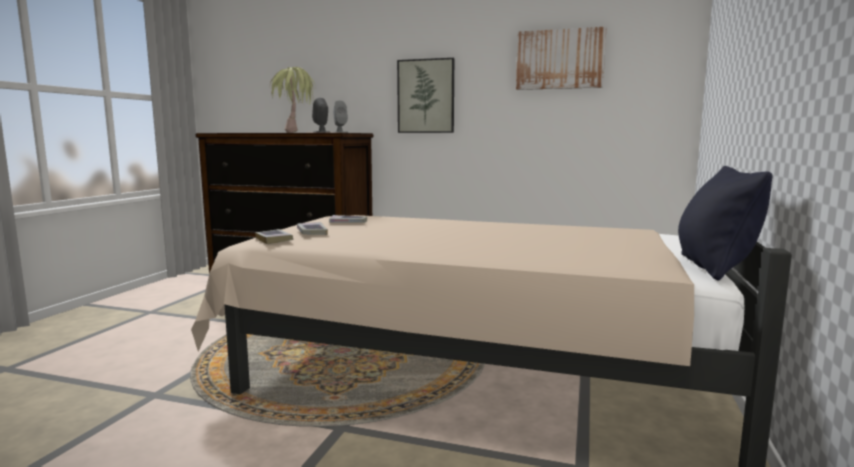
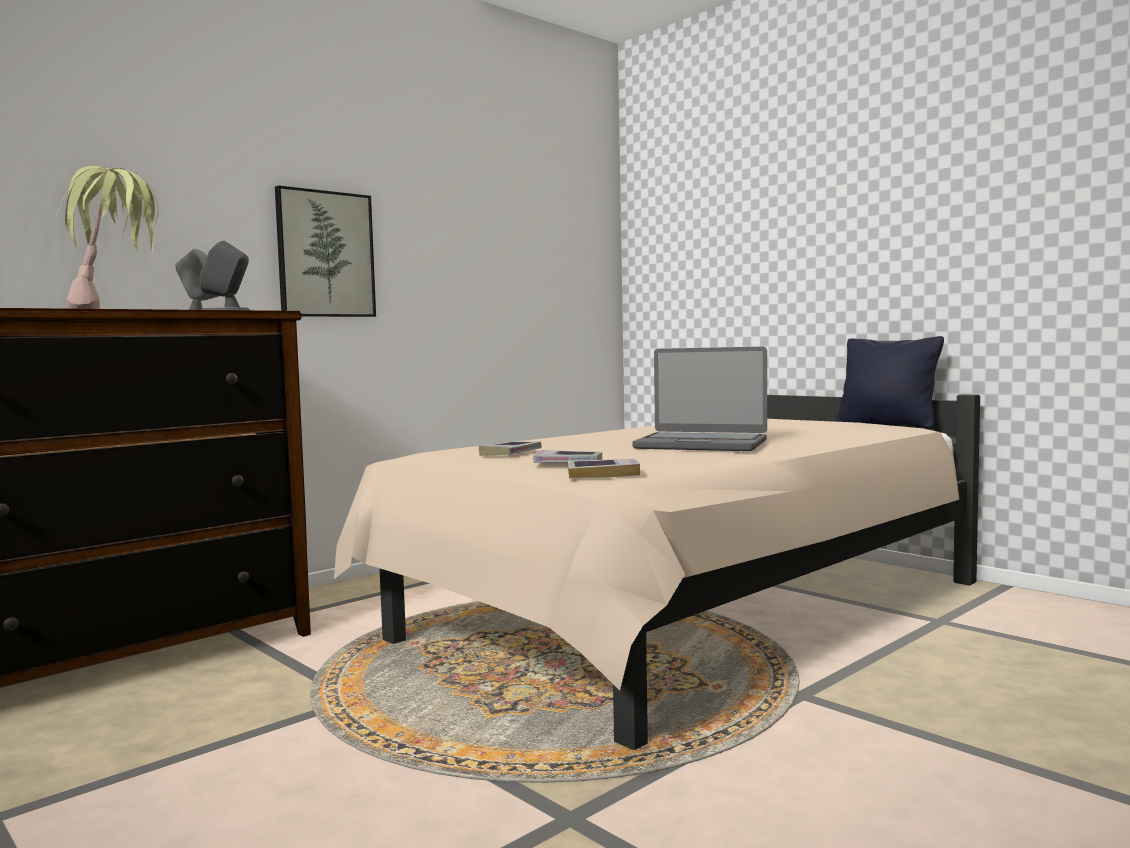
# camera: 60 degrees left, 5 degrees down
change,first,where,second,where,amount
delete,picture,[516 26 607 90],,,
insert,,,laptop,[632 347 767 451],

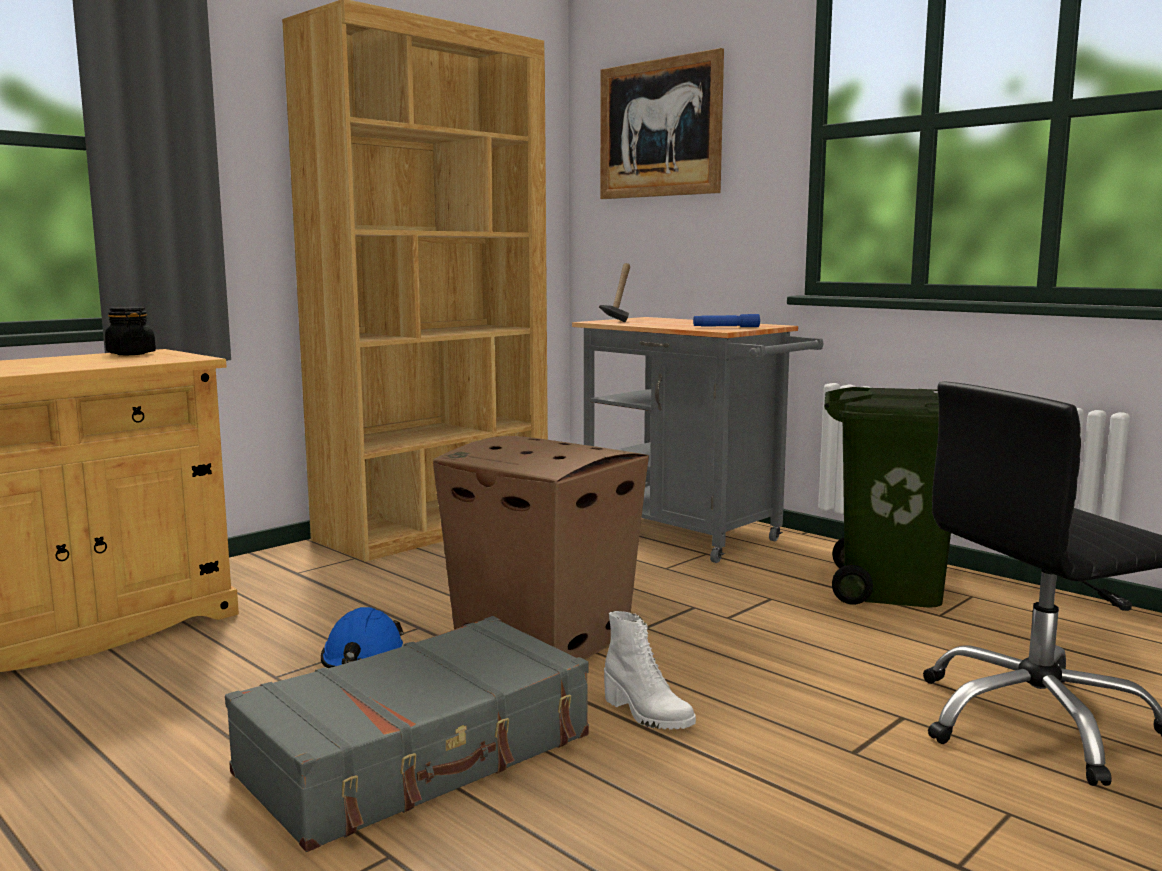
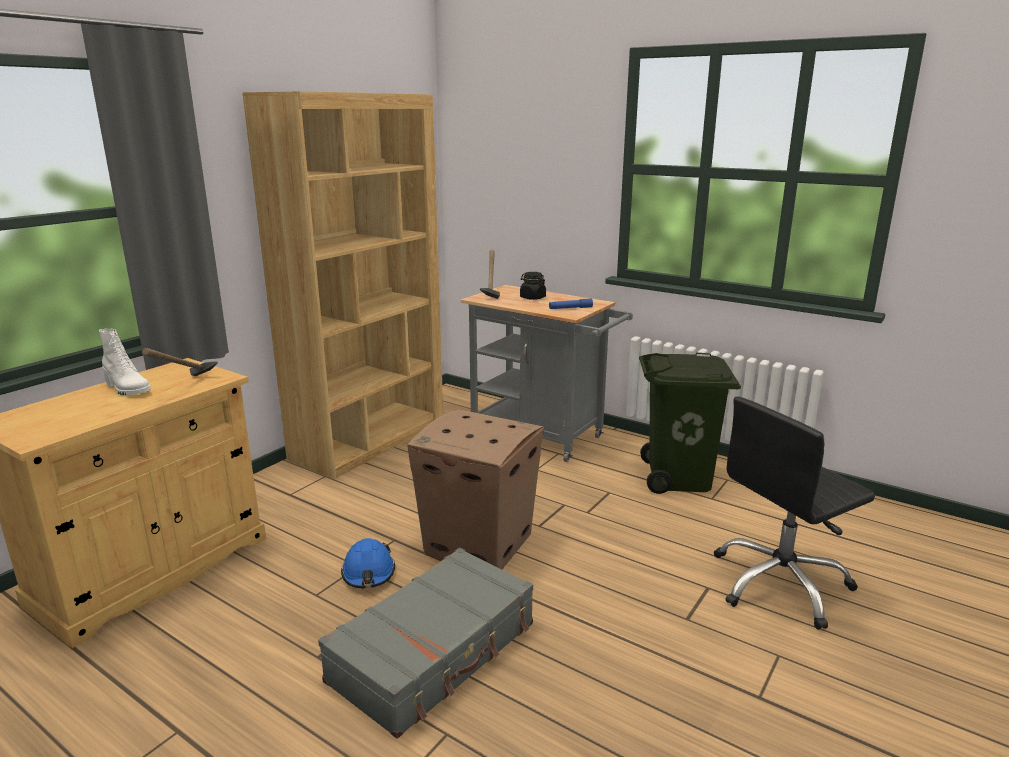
# camera: 10 degrees left, 10 degrees up
change,first,where,second,where,amount
delete,picture,[600 48 724 199],,,
move,jar in black,[105 307 156 355],,[520 272 546 300],
move,boot in white,[604 611 696 729],,[99 328 151 395],
insert,,,hammer,[142 348 218 376],

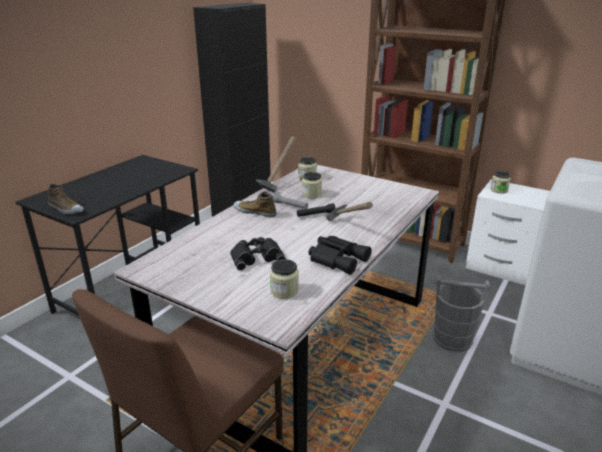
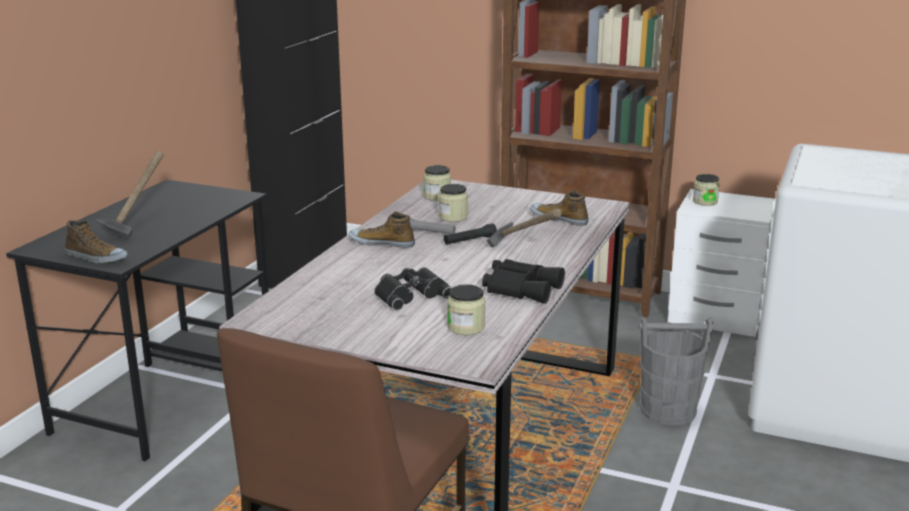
# camera: 10 degrees left, 5 degrees down
change,first,where,second,where,amount
move,hammer,[256 136 296 193],,[97 151 164 238],
insert,,,shoe,[530 190 589 226],

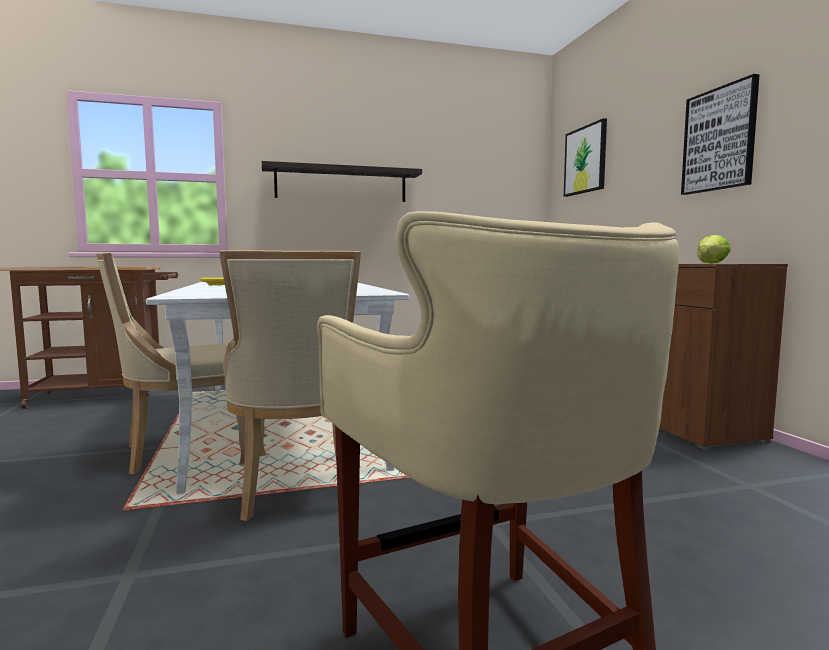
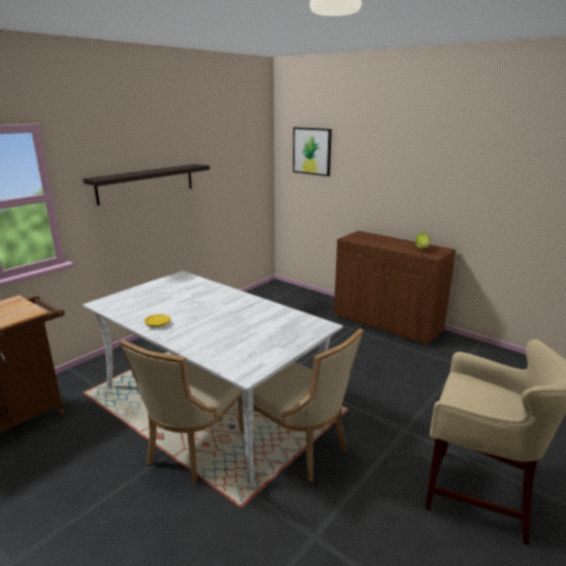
# camera: 35 degrees left, 15 degrees up
change,first,where,second,where,amount
delete,picture,[681 74 760 195],,,

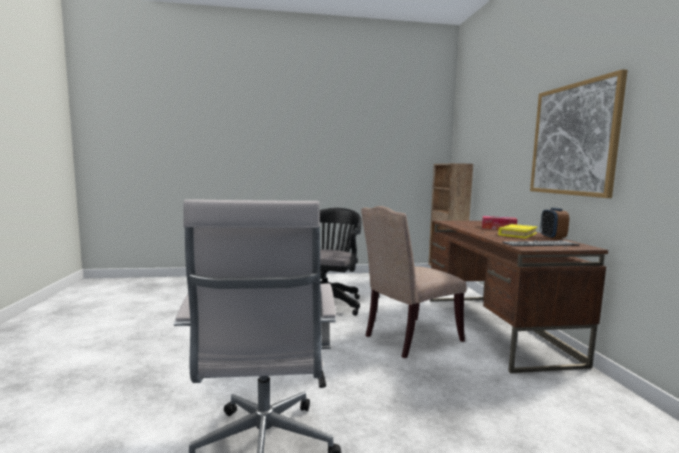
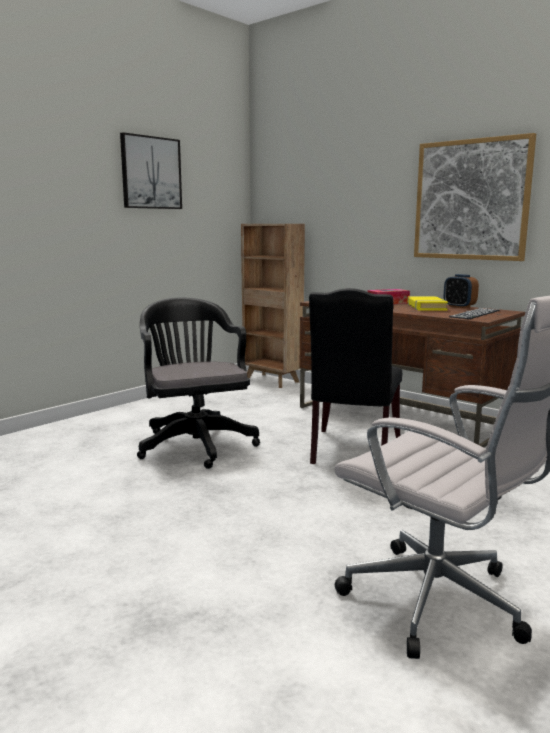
# camera: 40 degrees left, 5 degrees up
change,first,where,second,where,amount
recolor,chair in beige,[361 206 467 358],chair in black,[309 288 402 464],
insert,,,picture,[120 132 182 209],

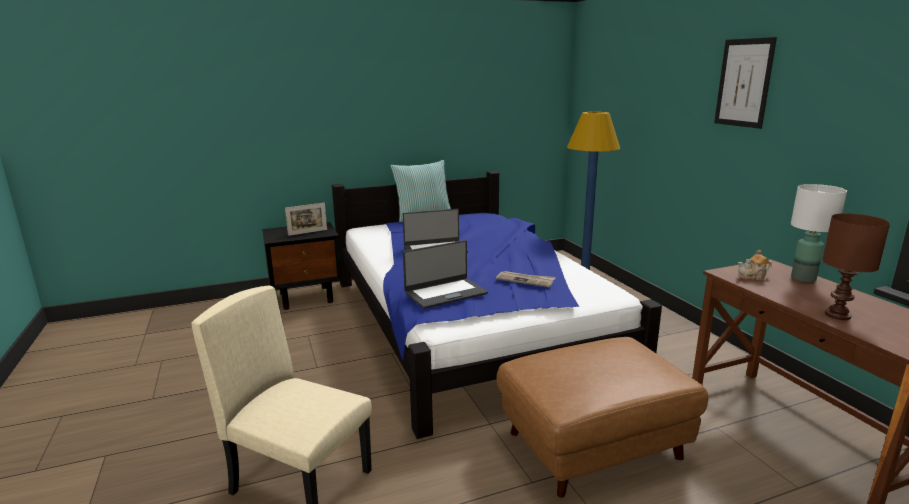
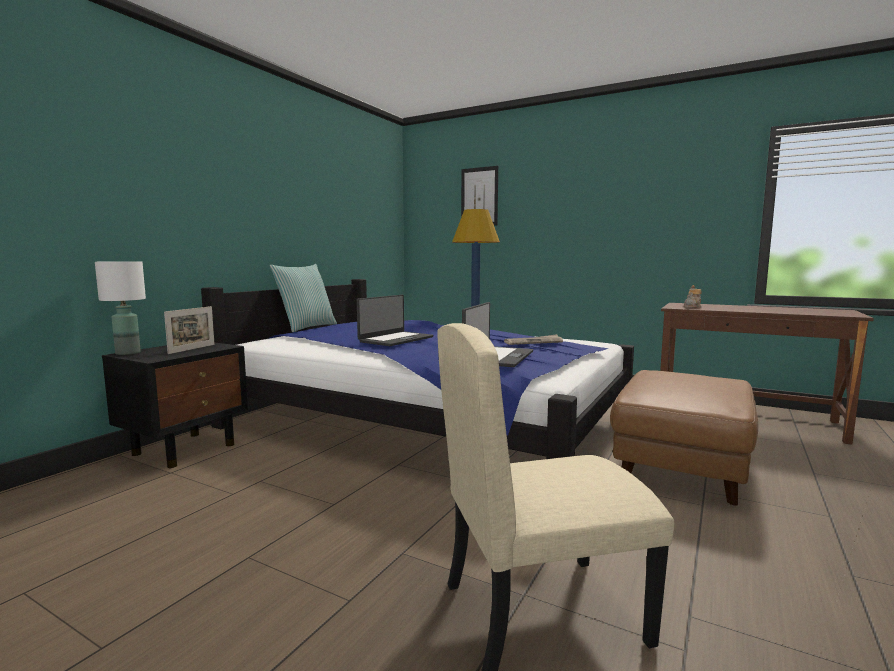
# camera: 40 degrees left, 10 degrees down
change,first,where,second,where,amount
move,picture,[714 37 777 129],,[461 166 498 226],
move,table lamp in white,[791 184 847 283],,[95 261 146 355],
delete,table lamp in brown,[822 213 890 320],,,

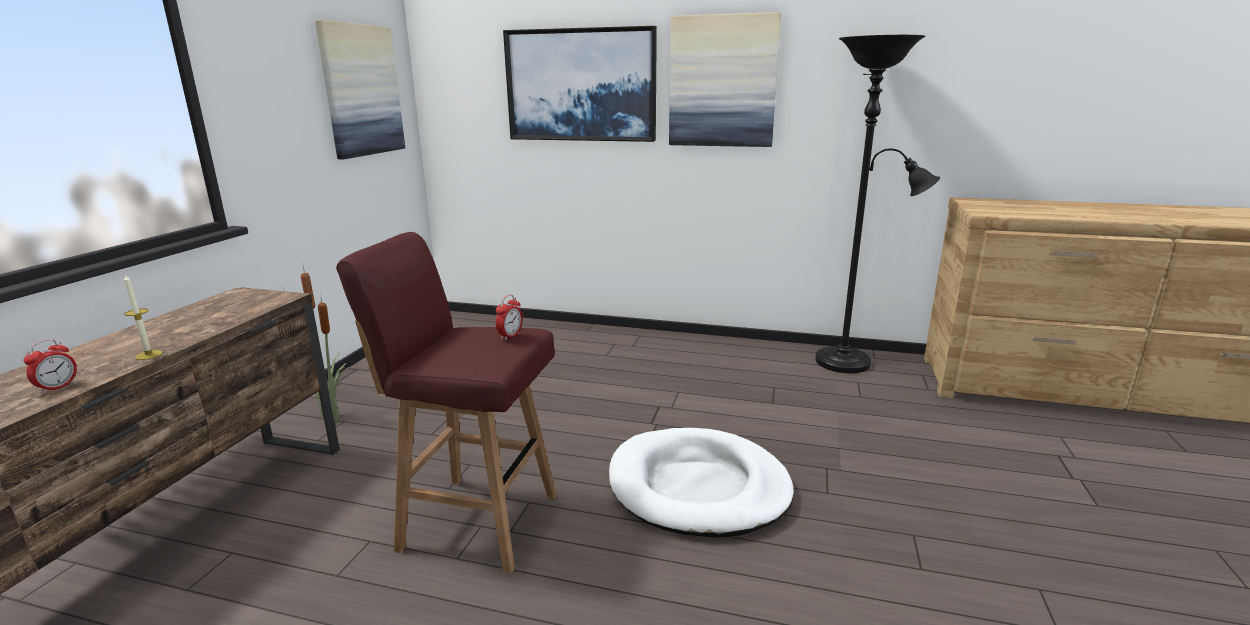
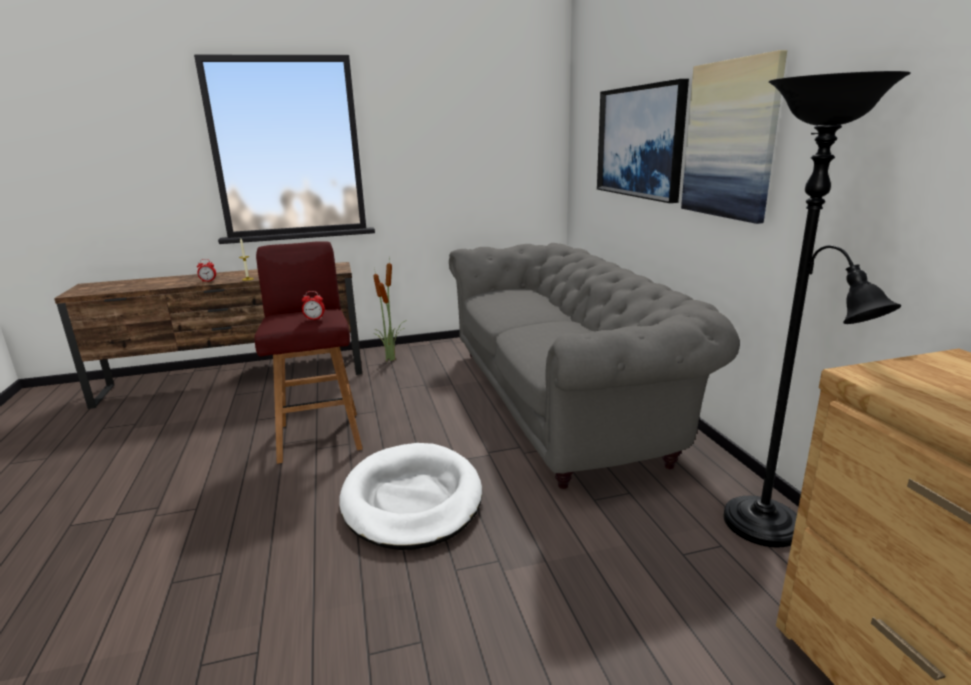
# camera: 60 degrees right, 0 degrees up
change,first,where,second,where,amount
delete,picture,[315 20 405 159],,,
insert,,,sofa in grey,[449 243 740 489],

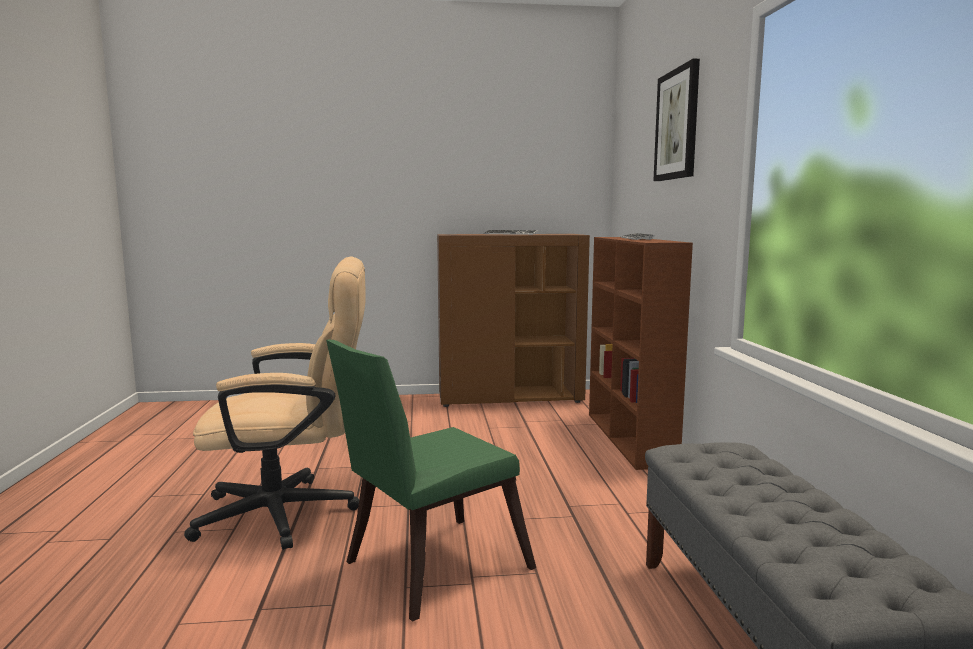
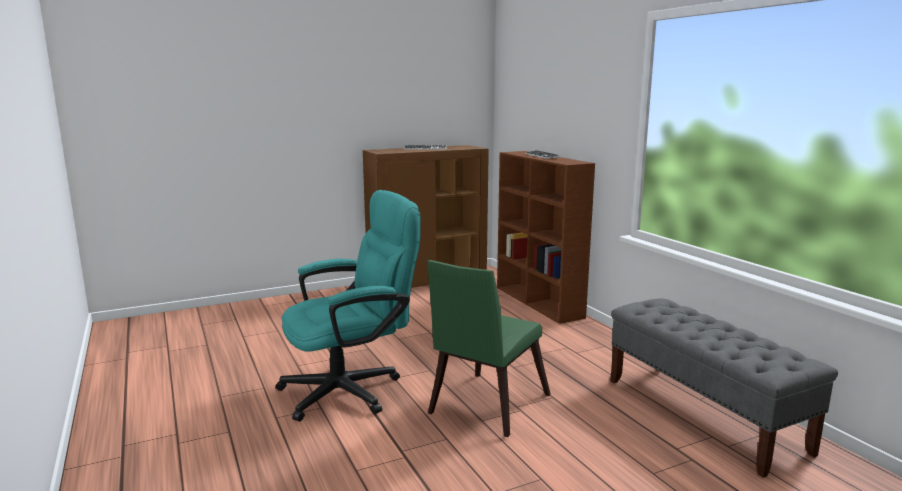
# camera: 20 degrees left, 5 degrees up
change,first,where,second,where,amount
delete,picture,[653 59 700 181],,,
recolor,office chair in beige,[184 256 365 550],office chair in turquoise,[275 190 421 421],

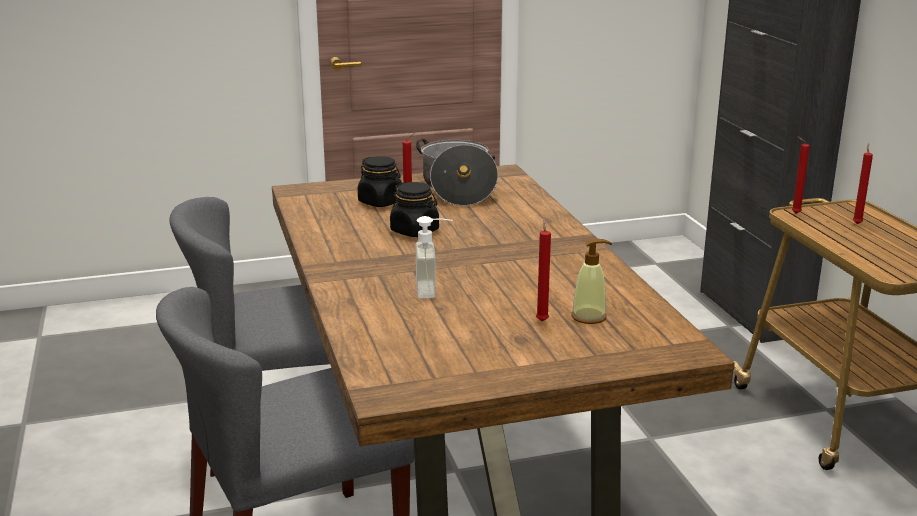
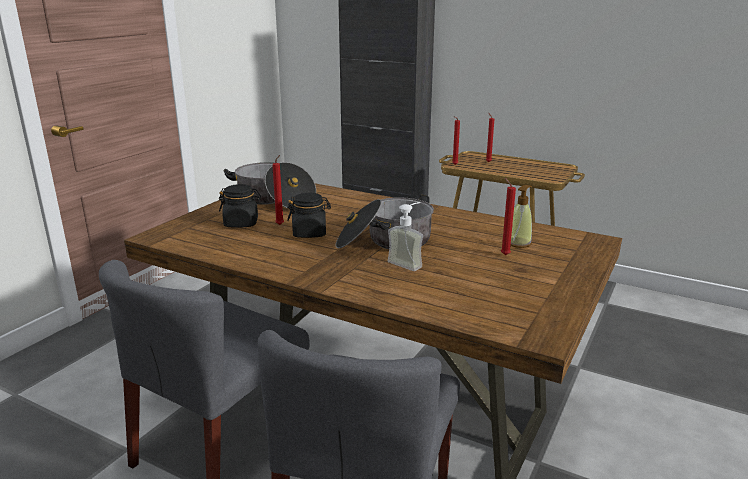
# camera: 45 degrees left, 0 degrees up
change,first,where,second,where,amount
insert,,,cooking pot,[336 194 434 249],

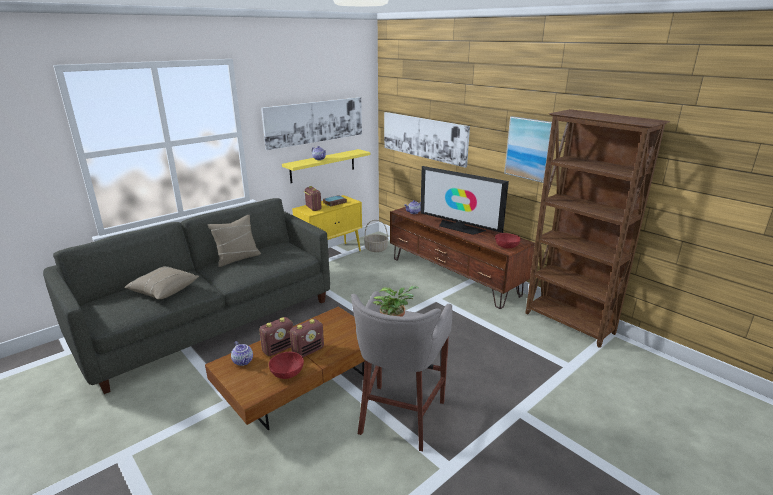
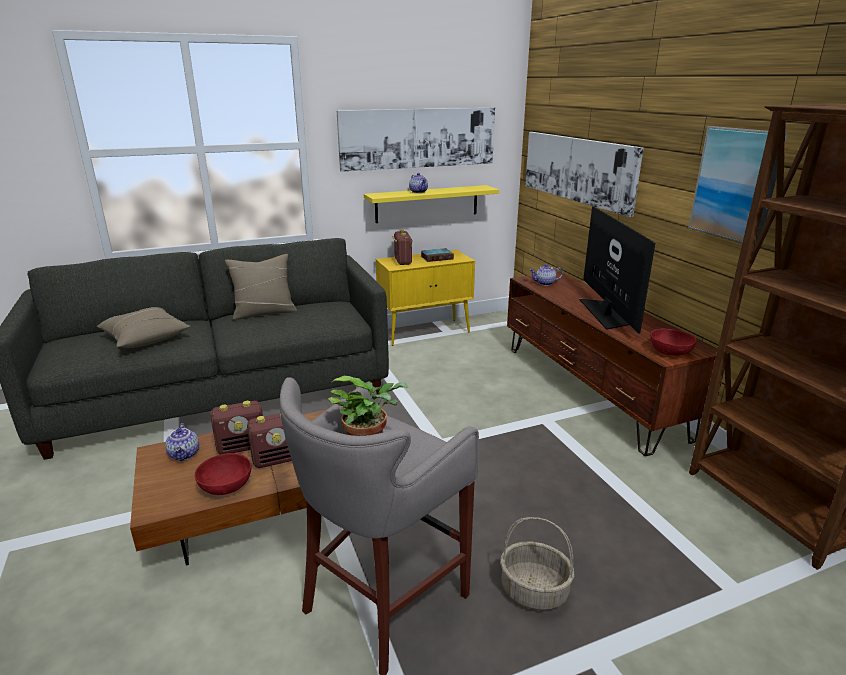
# camera: 20 degrees right, 0 degrees up
change,first,where,second,where,amount
rotate,television,[420 166 509 235],,[579 206 655 334],150 degrees counterclockwise
move,basket,[364 220 388 252],,[500 517 574 610],

